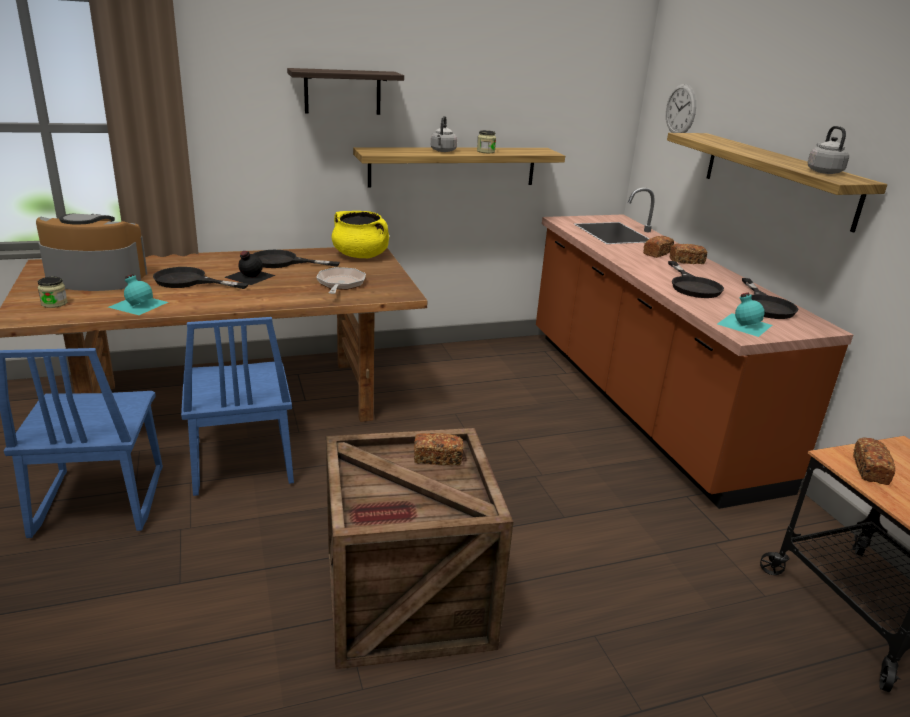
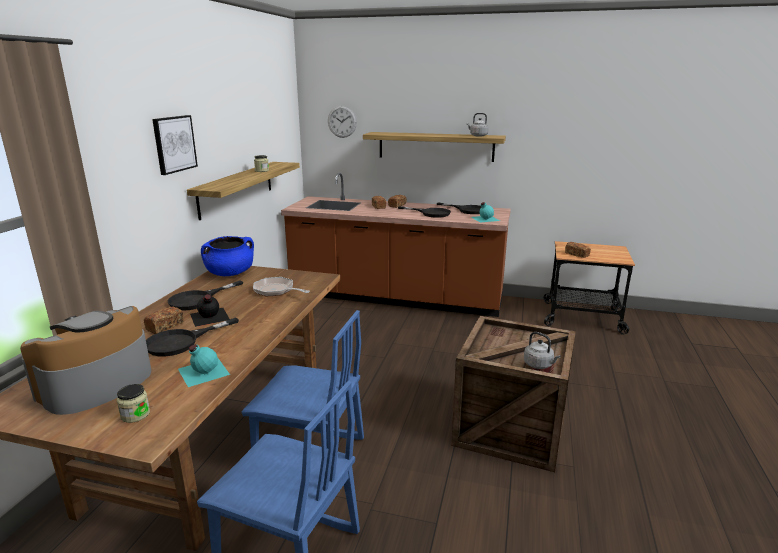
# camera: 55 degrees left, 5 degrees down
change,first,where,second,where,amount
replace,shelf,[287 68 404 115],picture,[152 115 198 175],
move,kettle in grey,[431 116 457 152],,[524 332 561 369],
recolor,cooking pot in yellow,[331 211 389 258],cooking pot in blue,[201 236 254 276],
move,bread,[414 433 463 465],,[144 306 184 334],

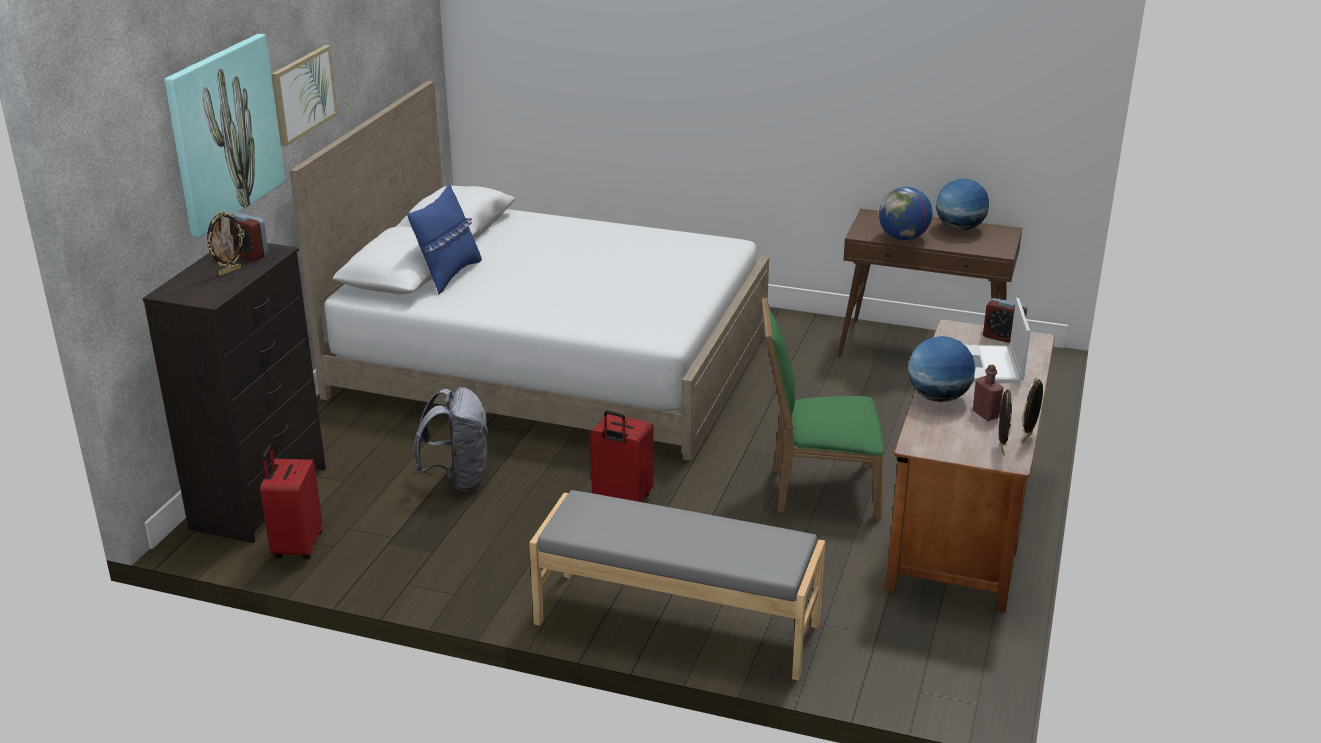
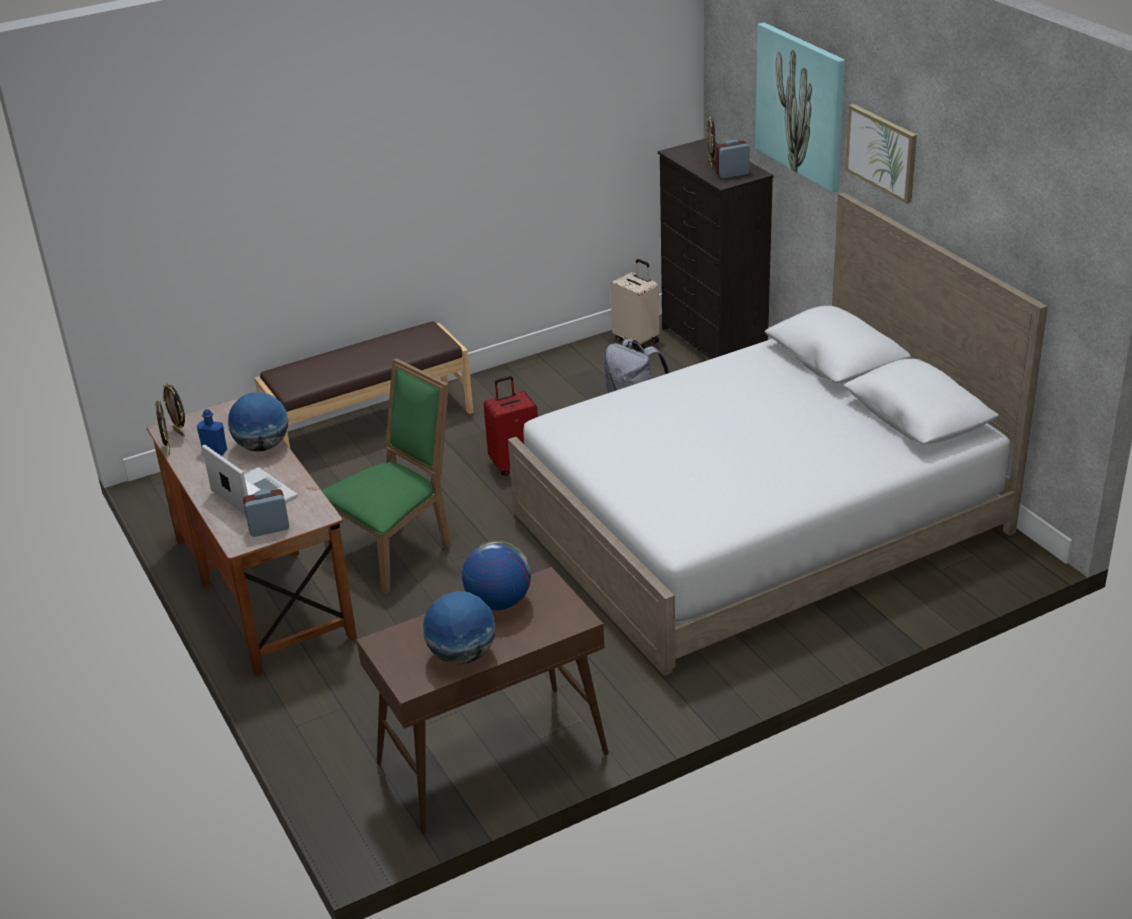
# camera: 135 degrees right, 5 degrees up
change,first,where,second,where,amount
delete,pillow in blue,[407 184 482 294],,,
recolor,bottle in red,[973 365 1004 421],bottle in blue,[197 409 227 456],
recolor,suitcase in red,[260 445 322 560],suitcase in beige,[610 259 660 349],
recolor,bench in grey,[529 490 825 681],bench in brown,[255 321 473 448],

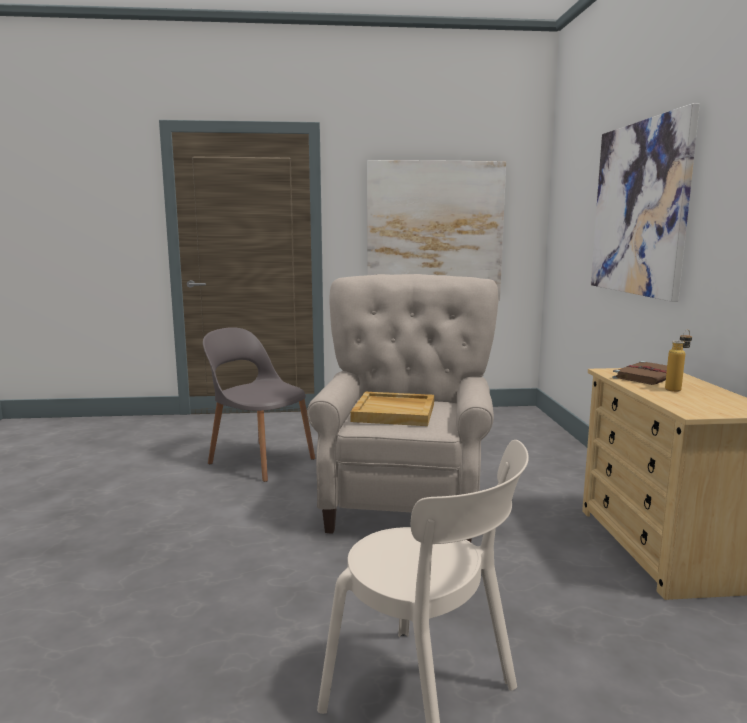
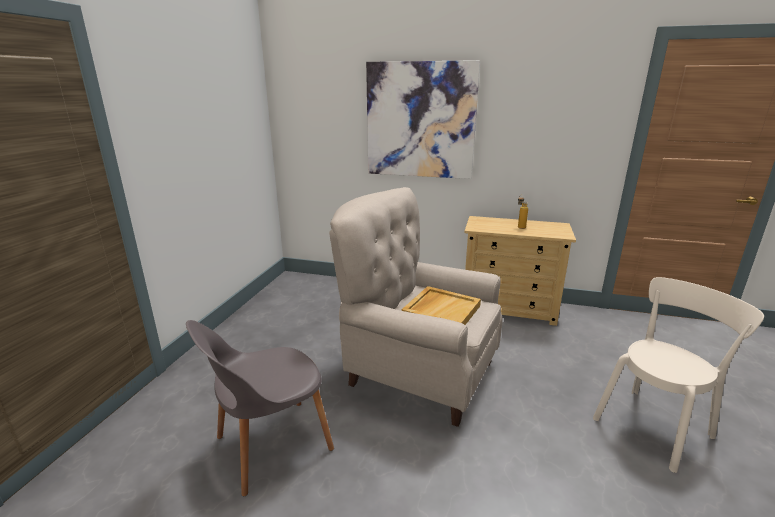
# camera: 70 degrees left, 10 degrees up
change,first,where,second,where,amount
delete,picture,[367 160 506 301],,,
delete,book in brown,[612 361 667 385],,,

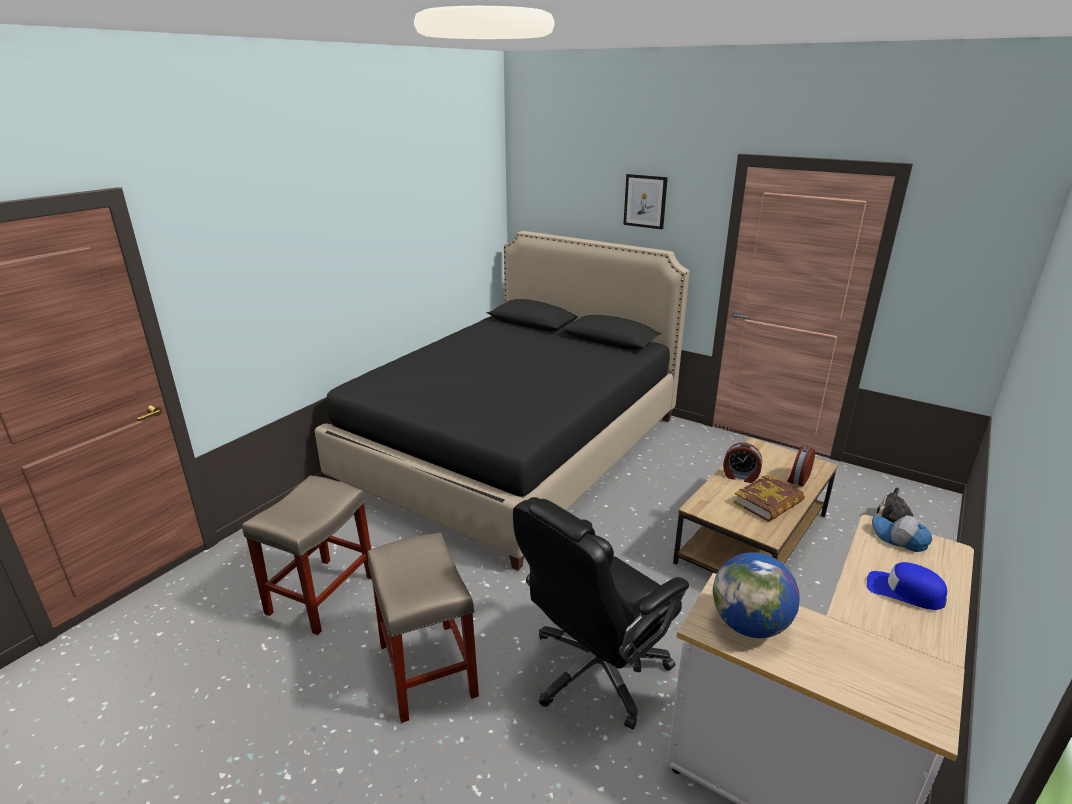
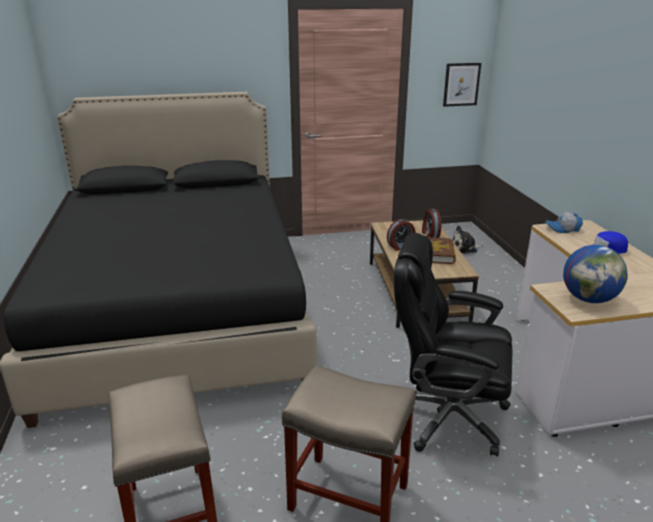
# camera: 45 degrees left, 0 degrees up
change,first,where,second,where,amount
move,picture,[623 174 668 229],,[443 63 481 107],
rotate,office chair in black,[513 497 689 730],,[394 233 512 457],105 degrees clockwise

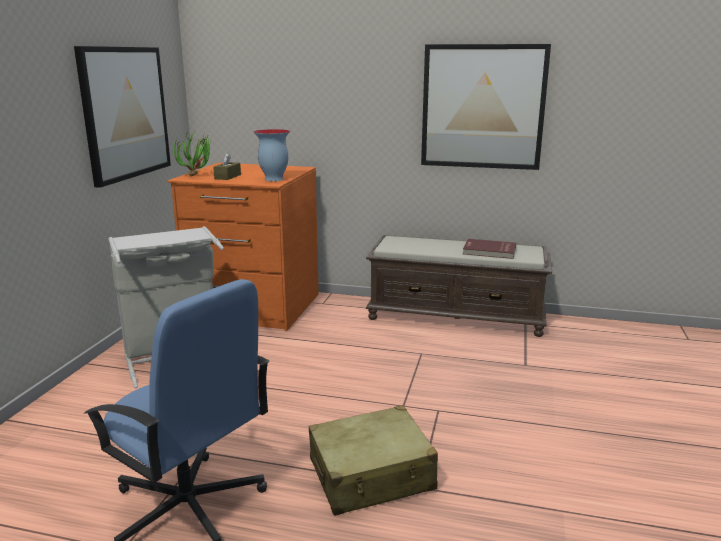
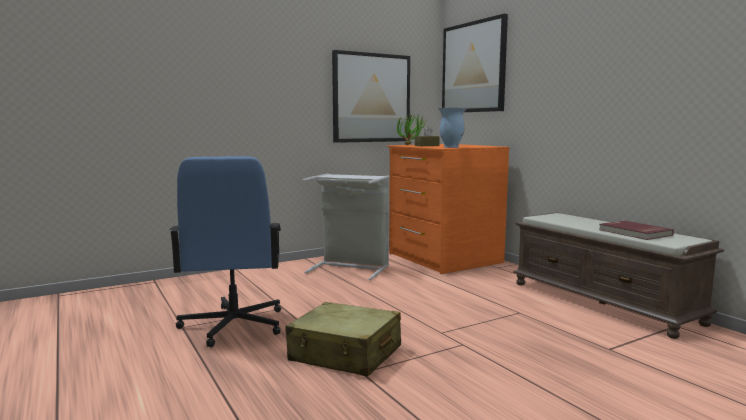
# camera: 45 degrees right, 10 degrees down
change,first,where,second,where,amount
move,picture,[421 44 551 170],,[442 14 508 112],

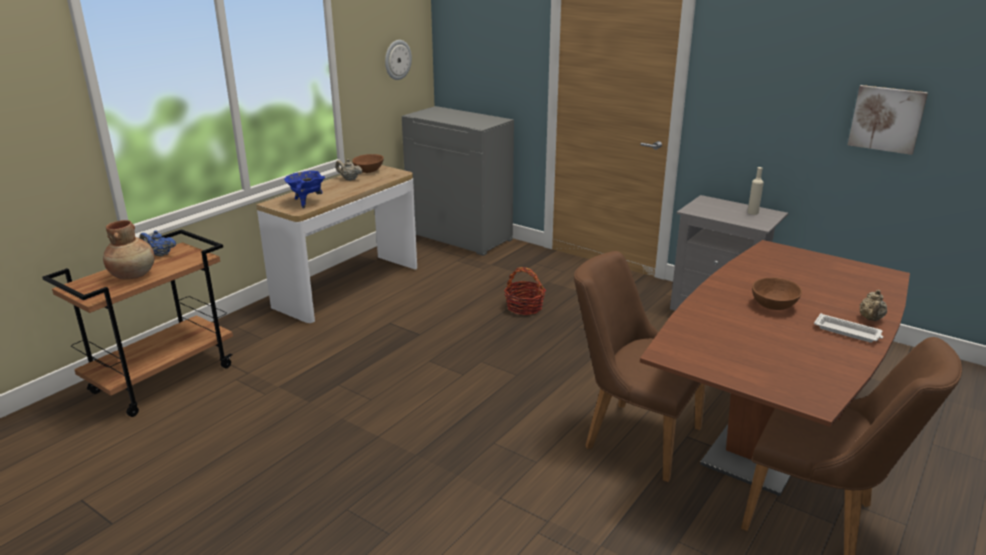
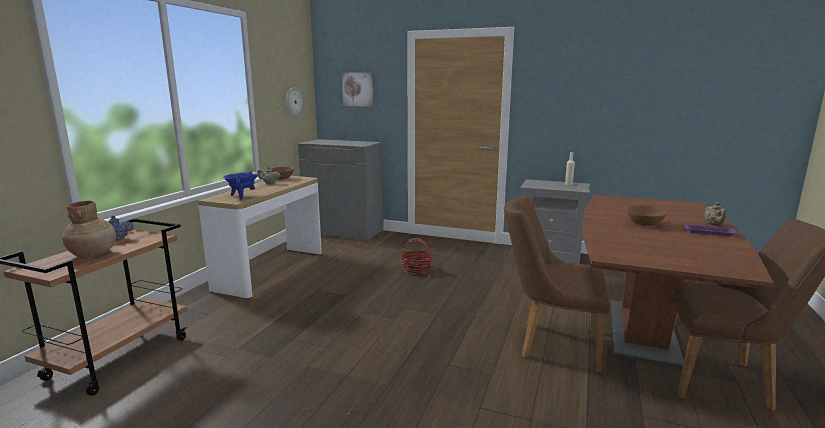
# camera: 15 degrees left, 10 degrees down
change,first,where,second,where,amount
move,picture,[848 85 928 155],,[342 72 374 107],
recolor,tray in white,[814 313 883 343],tray in purple,[683 223 738 237],

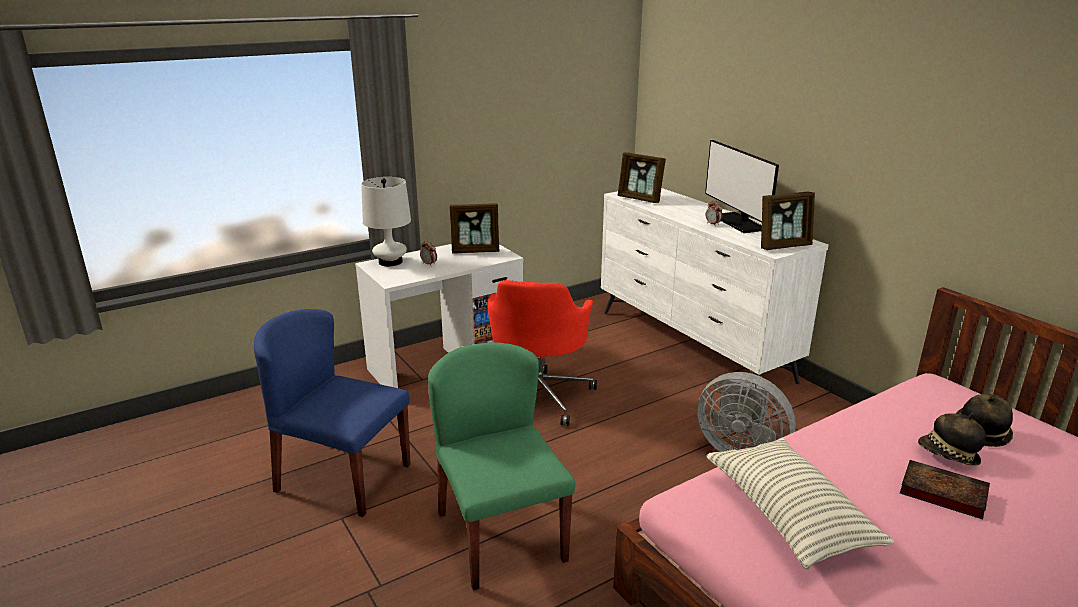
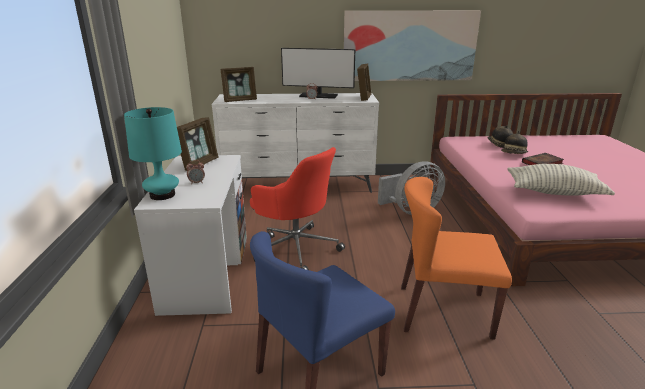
# camera: 60 degrees left, 0 degrees up
change,first,where,second,where,amount
recolor,table lamp in white,[361 177 411 266],table lamp in turquoise,[124 107 182 200],
recolor,chair in green,[428 342 575 591],chair in orange,[401 177 512 340],
insert,,,picture,[344 10 481 81],

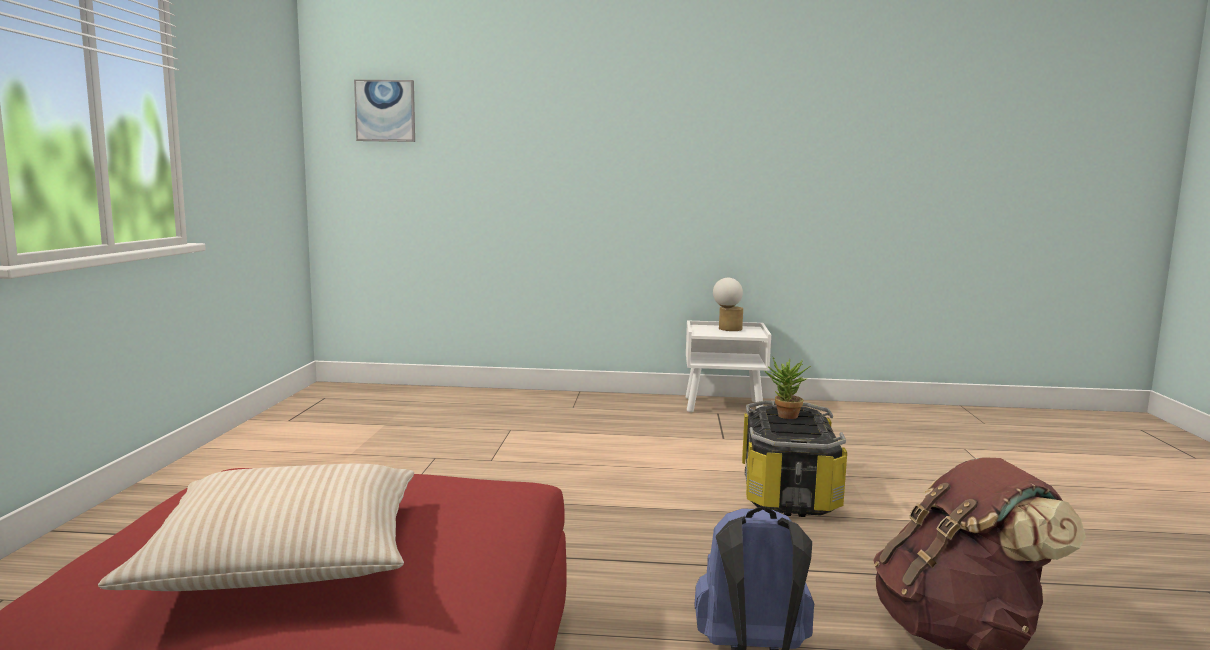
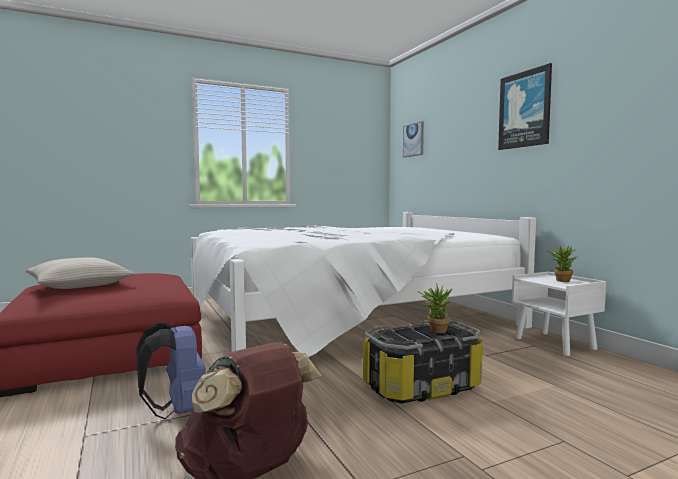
# camera: 60 degrees right, 5 degrees down
change,first,where,second,where,amount
replace,table lamp,[713 278 743 331],potted plant,[547 246 578 282],
insert,,,picture,[498 63 552 150],
insert,,,bed in white,[190 212 536 357],

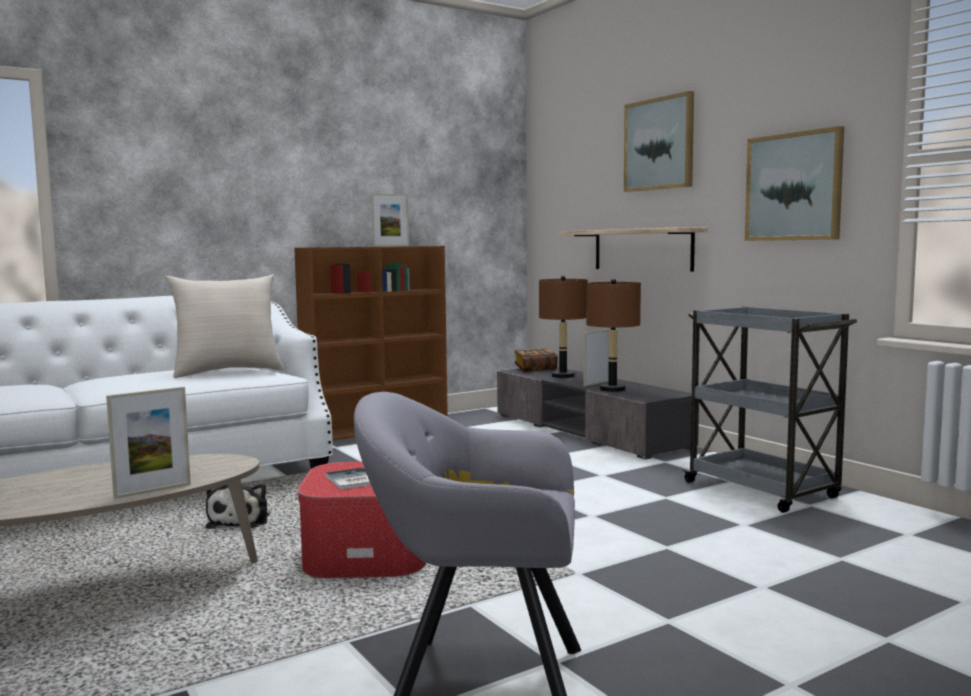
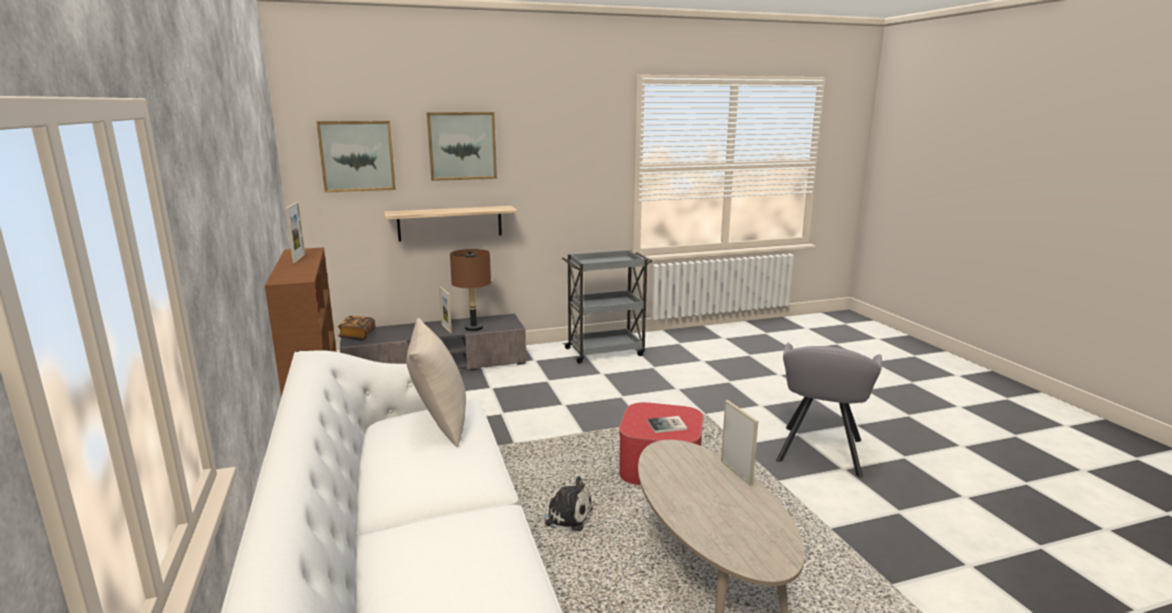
# camera: 75 degrees left, 10 degrees up
change,first,where,second,where,amount
move,picture,[745 126 844 241],,[317 121 396 193],
delete,table lamp in brown,[539 276 588 378],,,

